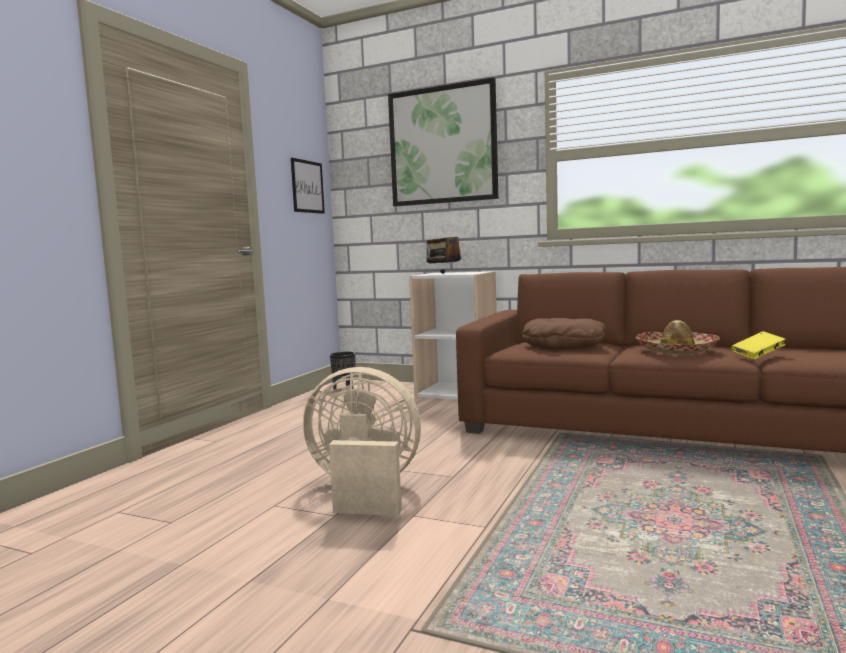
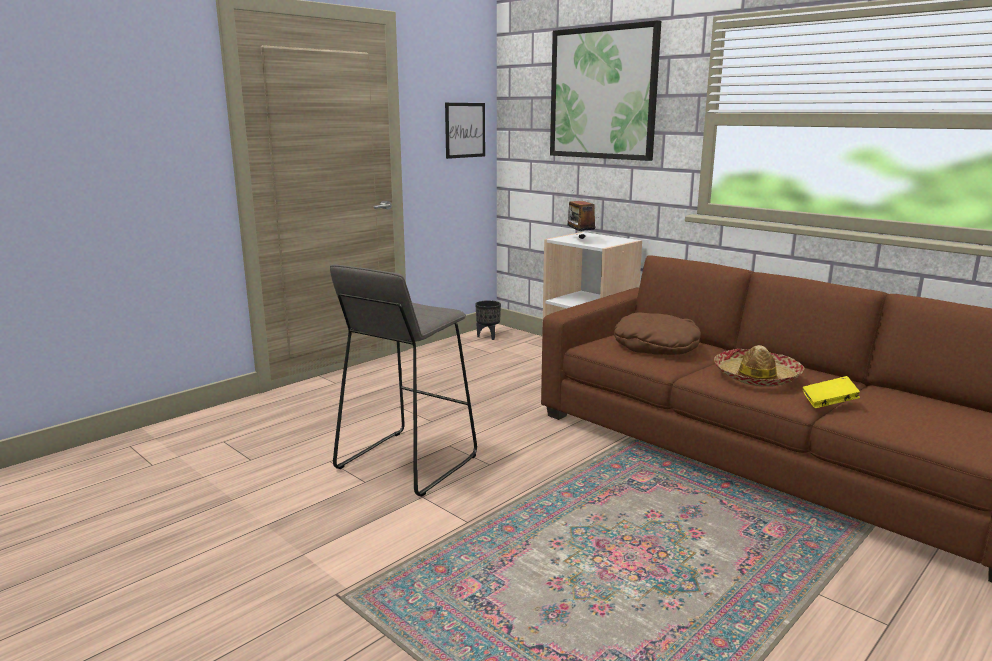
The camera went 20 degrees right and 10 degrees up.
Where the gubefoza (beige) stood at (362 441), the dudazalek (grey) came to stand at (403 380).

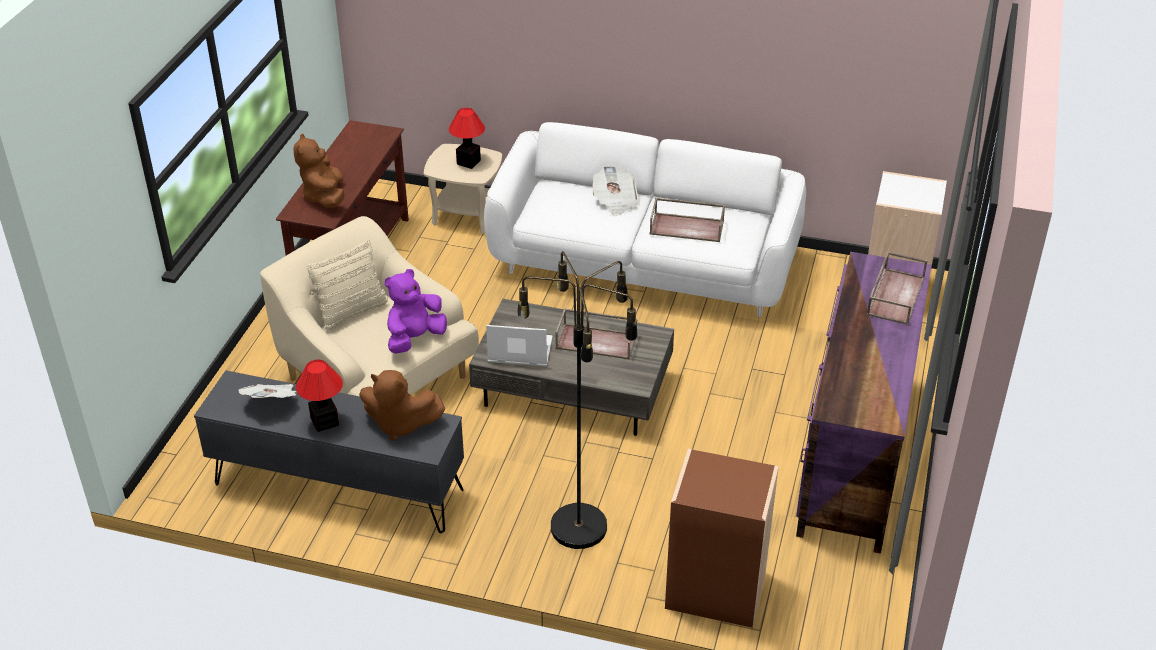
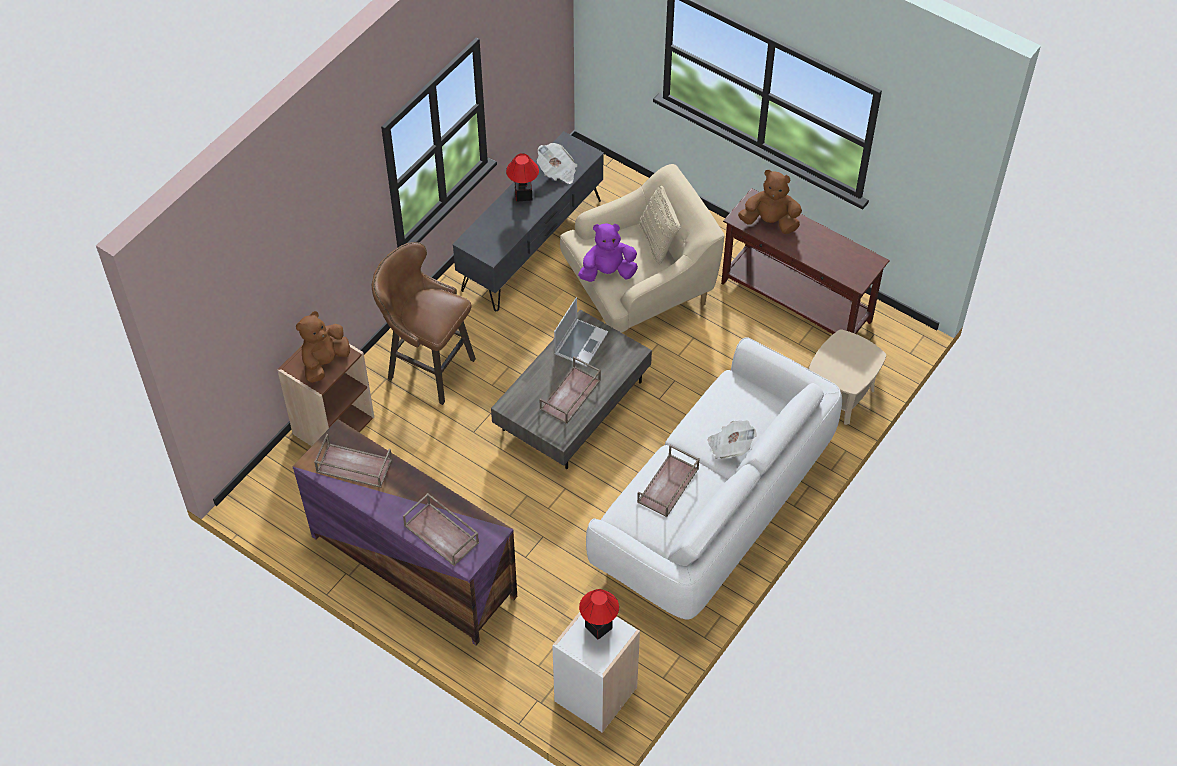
The camera went 110 degrees right and 15 degrees up.
The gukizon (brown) ended up elsewhere, having gone from (402 405) to (323 347).
The gukizon (purple) at (416 311) ended up facing another way, 75 degrees counterclockwise from before.
The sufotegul ended up elsewhere, having gone from (467 138) to (599 614).
Where the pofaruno stood at (577 400), the dudazalek (brown) came to stand at (424 323).
The second view gained the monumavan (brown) at (353 461).

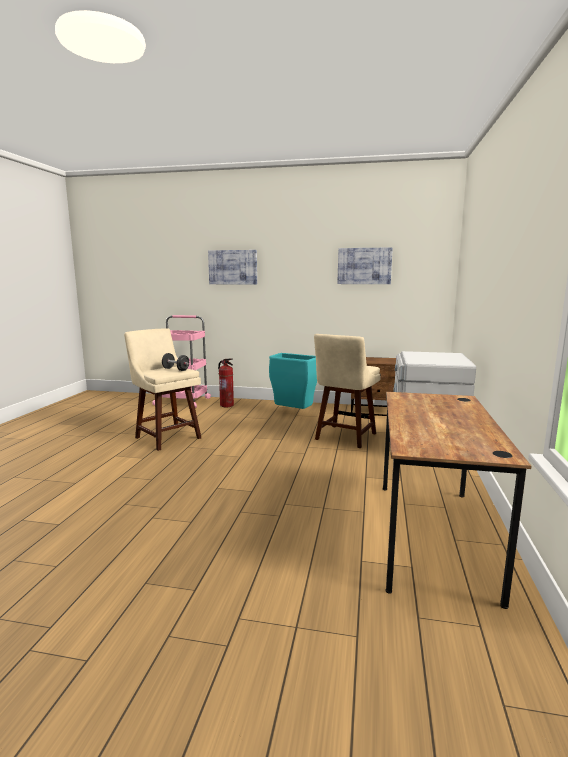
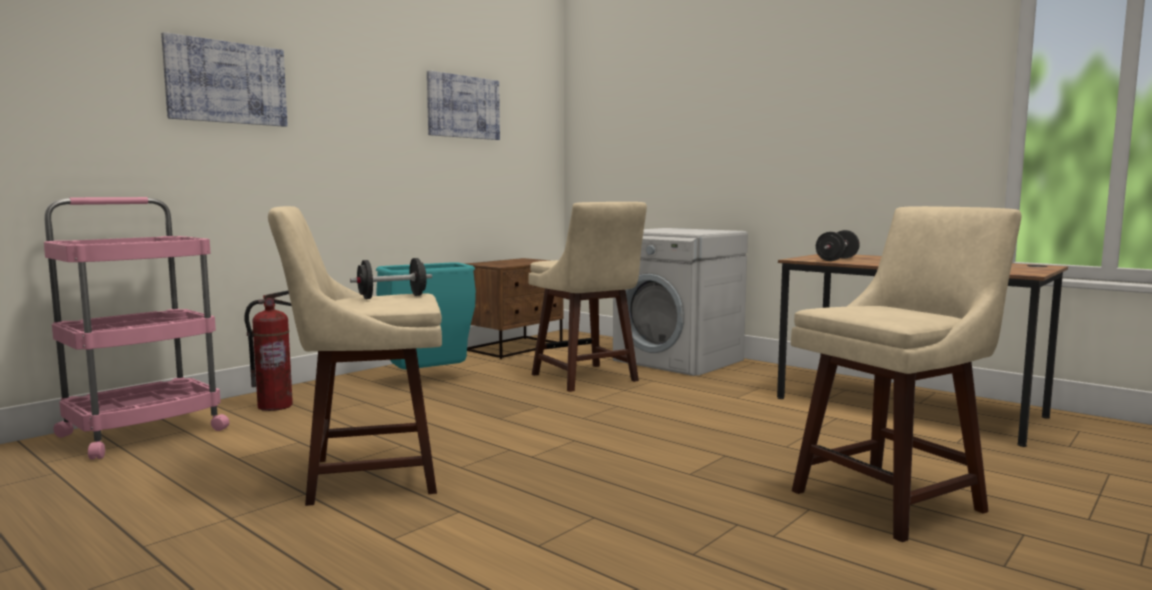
The camera went 60 degrees left and 5 degrees down.
The second view gained the dudazalek (beige) at (906 374).
The second view gained the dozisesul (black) at (838 245).

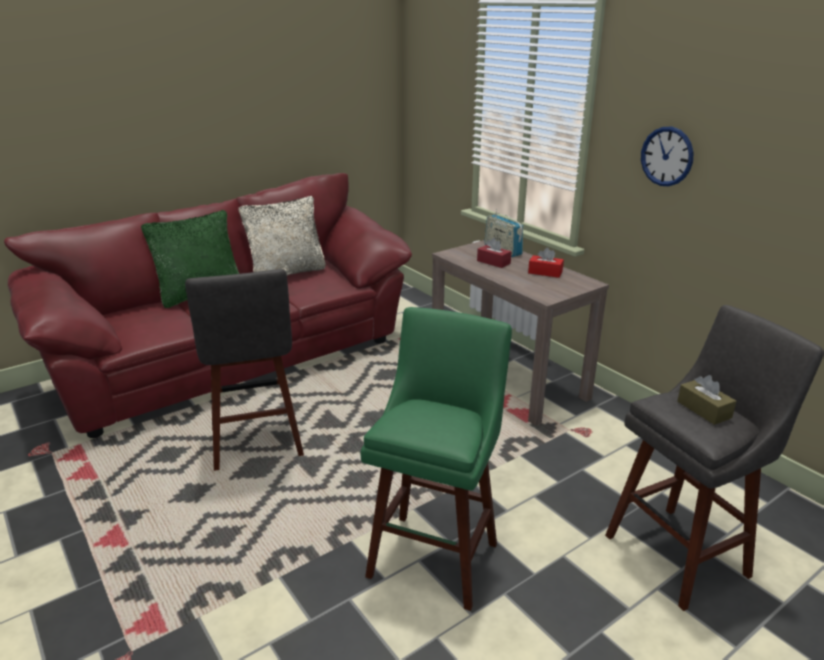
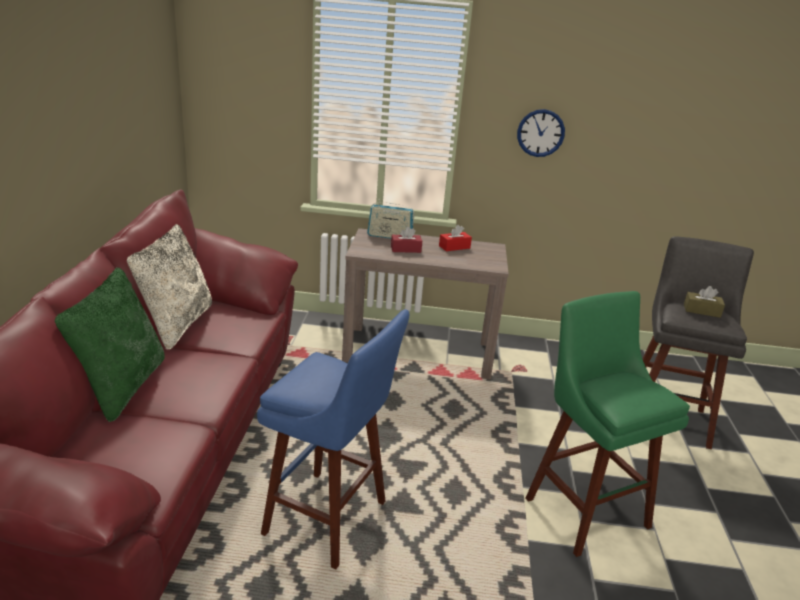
The camera went 50 degrees left and 0 degrees up.
What was the dudazalek (grey) at (244 370) turned into the dudazalek (blue) at (333 439).

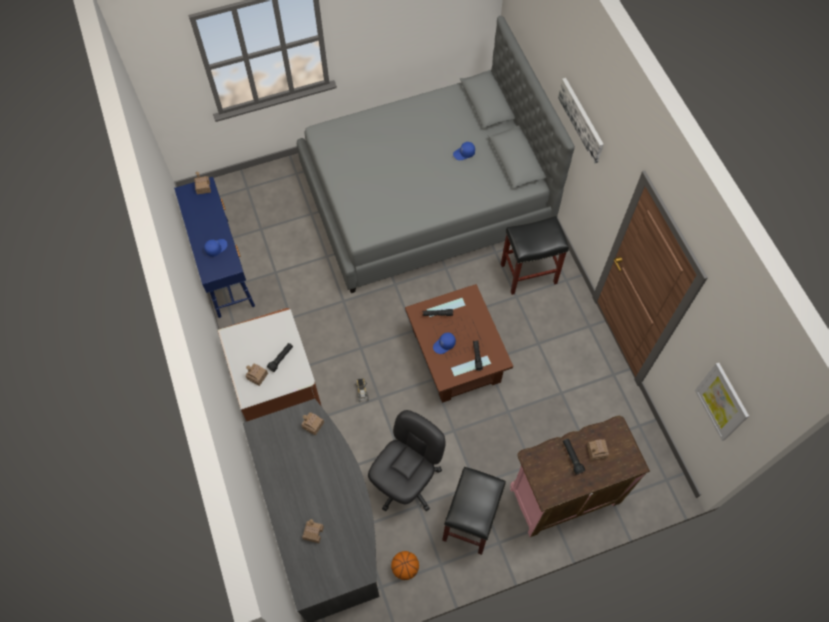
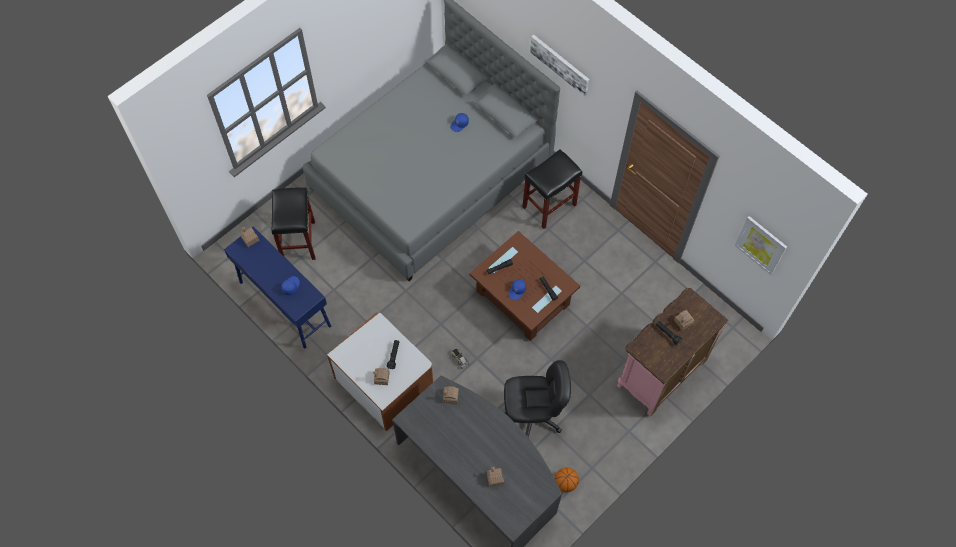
The camera went 25 degrees left and 0 degrees up.
The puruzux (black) at (407 460) ended up facing another way, 75 degrees clockwise from before.
The dudazalek (black) ended up elsewhere, having gone from (474 511) to (294 224).

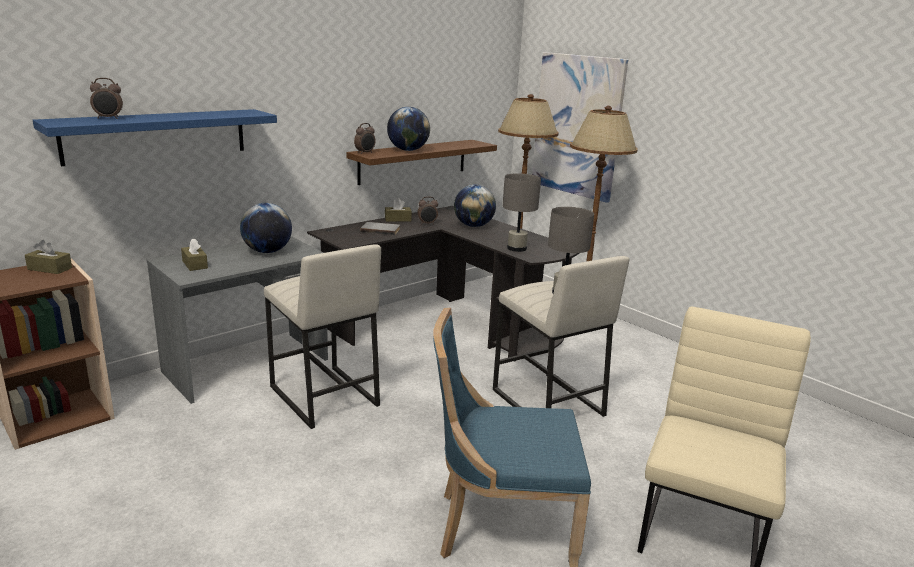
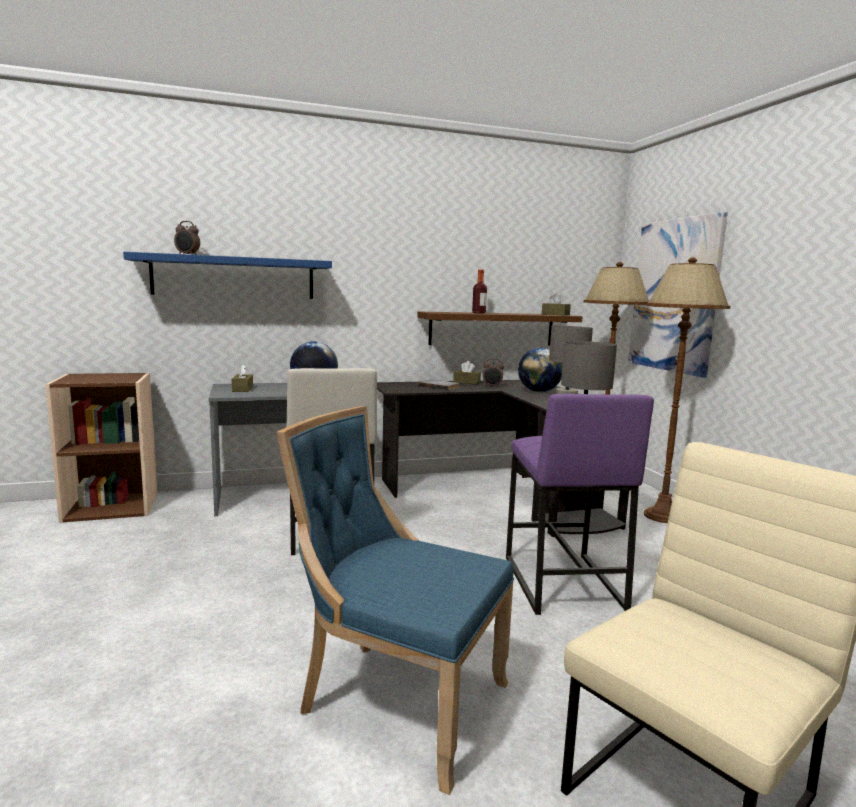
The camera went 25 degrees right and 10 degrees down.
The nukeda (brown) ended up elsewhere, having gone from (48 257) to (556 304).
The second view lost the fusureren at (364 138).
Where the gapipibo stood at (408 129), the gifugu came to stand at (479 292).
What was the dudazalek (beige) at (561 336) turned into the dudazalek (purple) at (580 504).

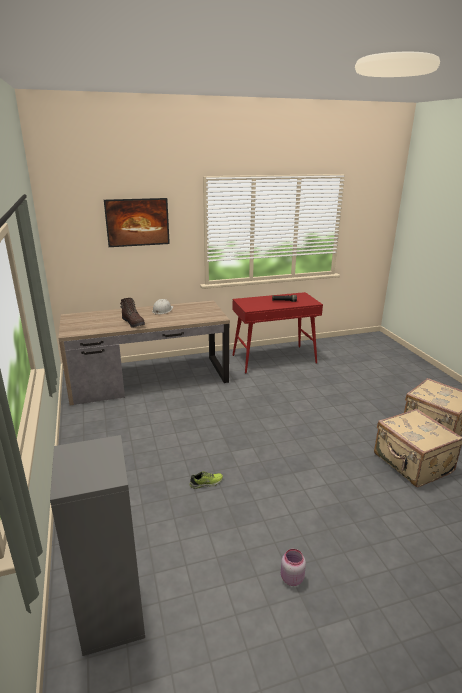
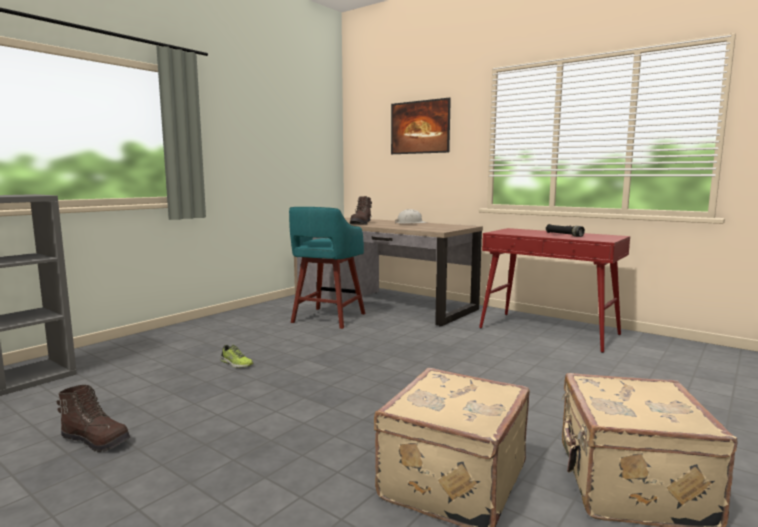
The camera went 55 degrees right and 15 degrees down.
Where the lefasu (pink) stood at (293 567), the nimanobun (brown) came to stand at (93 418).
The second view gained the dudazalek (turquoise) at (327 268).

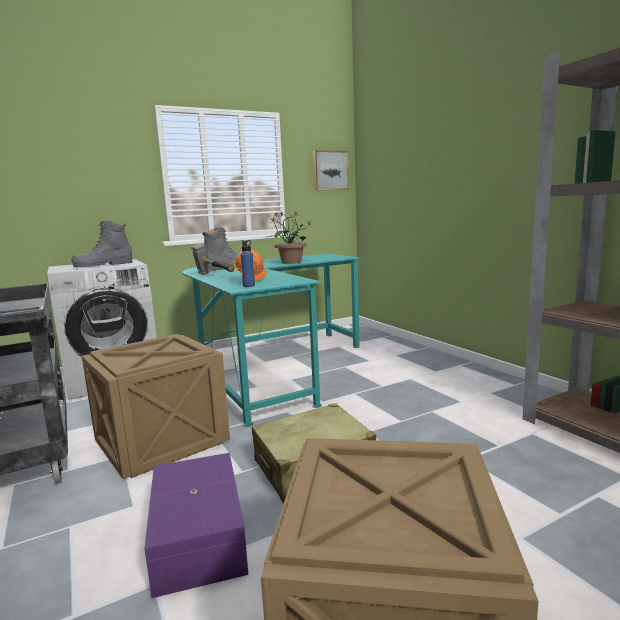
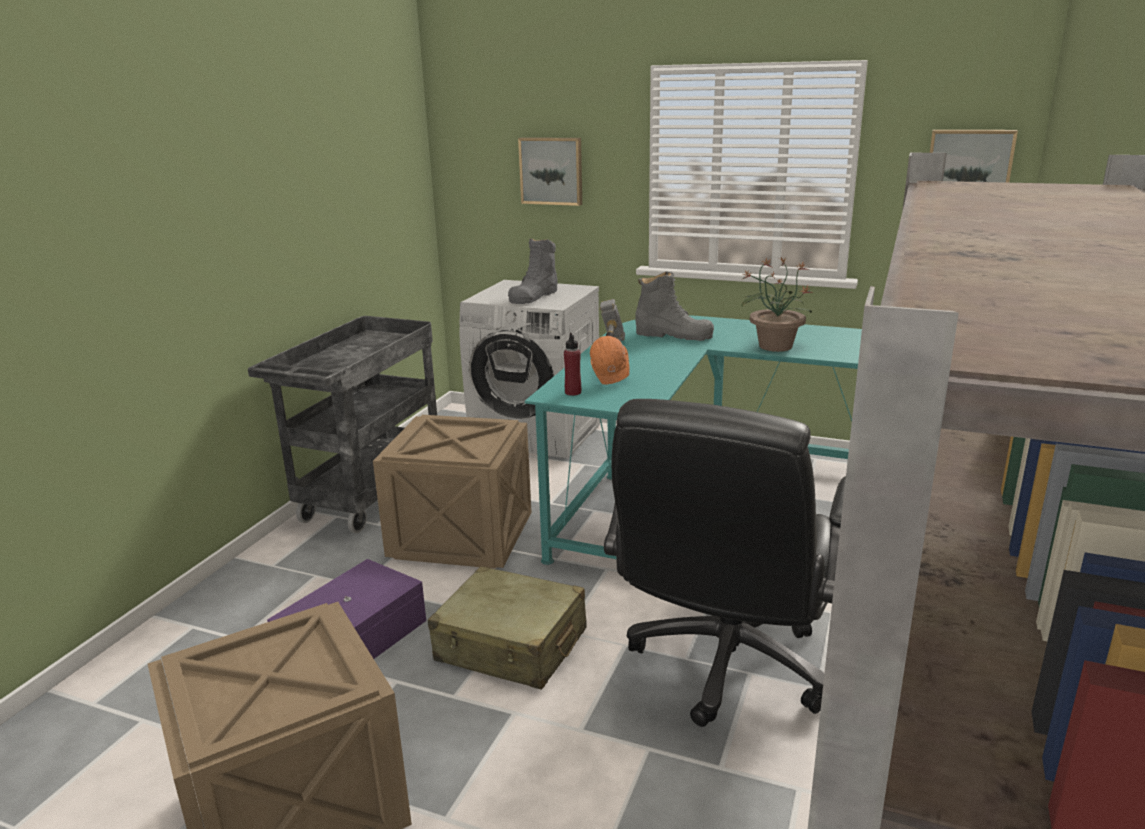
The camera went 50 degrees right and 10 degrees up.
The nimanobun (grey) at (102 243) ended up facing another way, 75 degrees counterclockwise from before.
What was the gifugu (blue) at (248 263) turned into the gifugu (red) at (572 364).
The second view gained the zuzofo at (550 171).
The second view gained the puruzux (black) at (725 563).

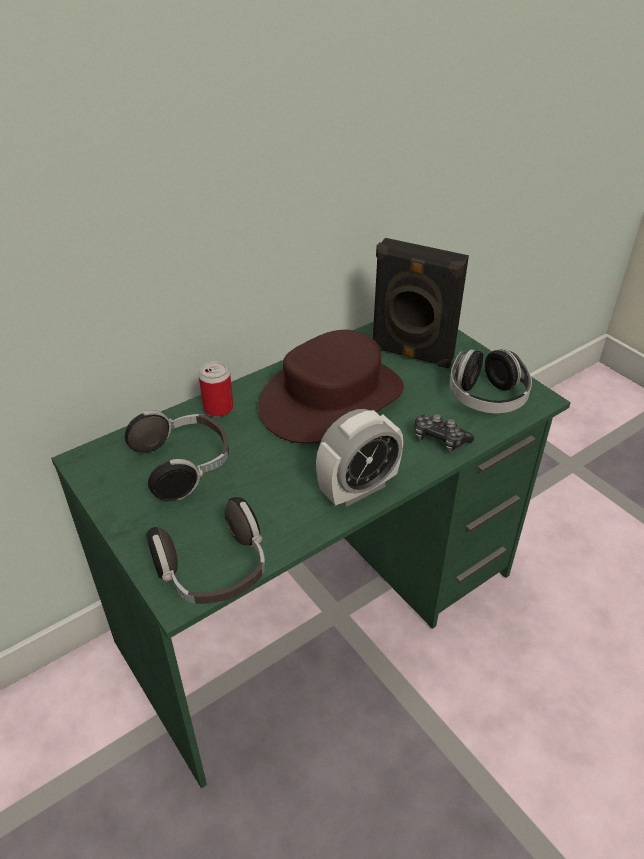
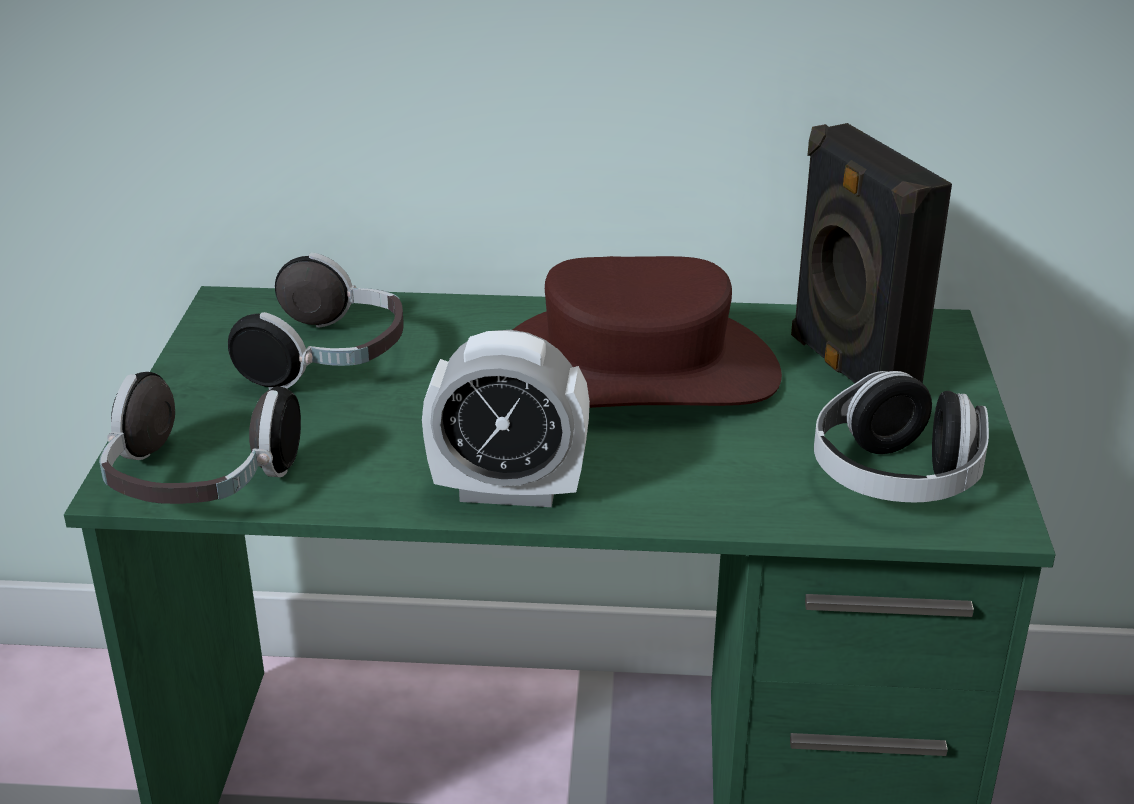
The camera went 40 degrees right and 10 degrees down.
The second view lost the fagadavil at (216 389).
The second view lost the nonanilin at (444 432).

